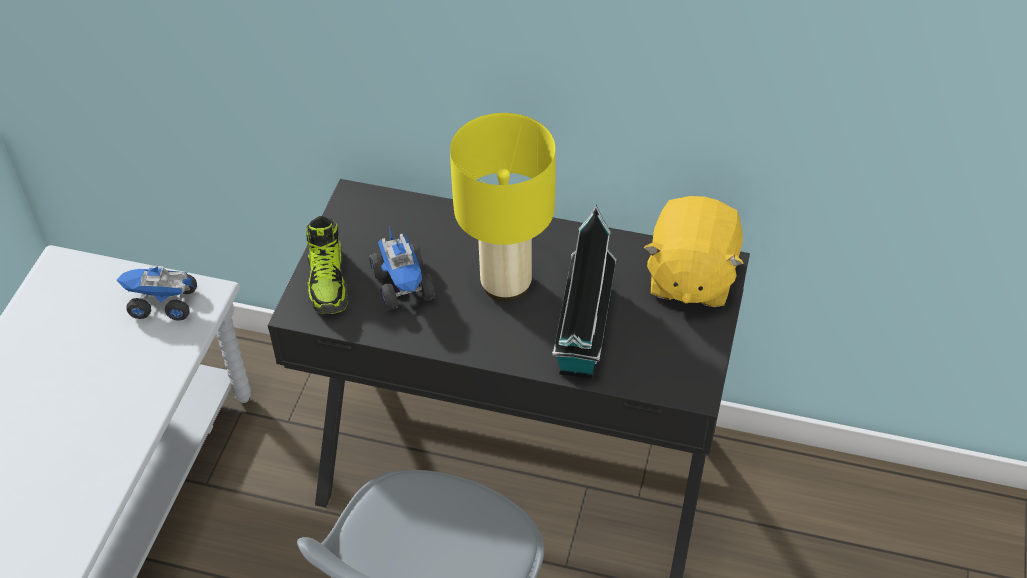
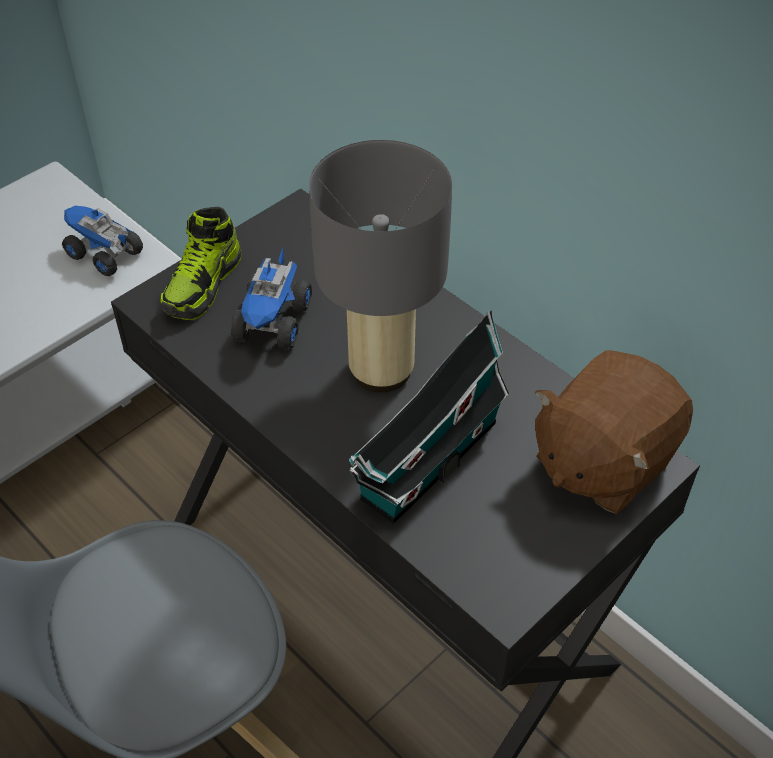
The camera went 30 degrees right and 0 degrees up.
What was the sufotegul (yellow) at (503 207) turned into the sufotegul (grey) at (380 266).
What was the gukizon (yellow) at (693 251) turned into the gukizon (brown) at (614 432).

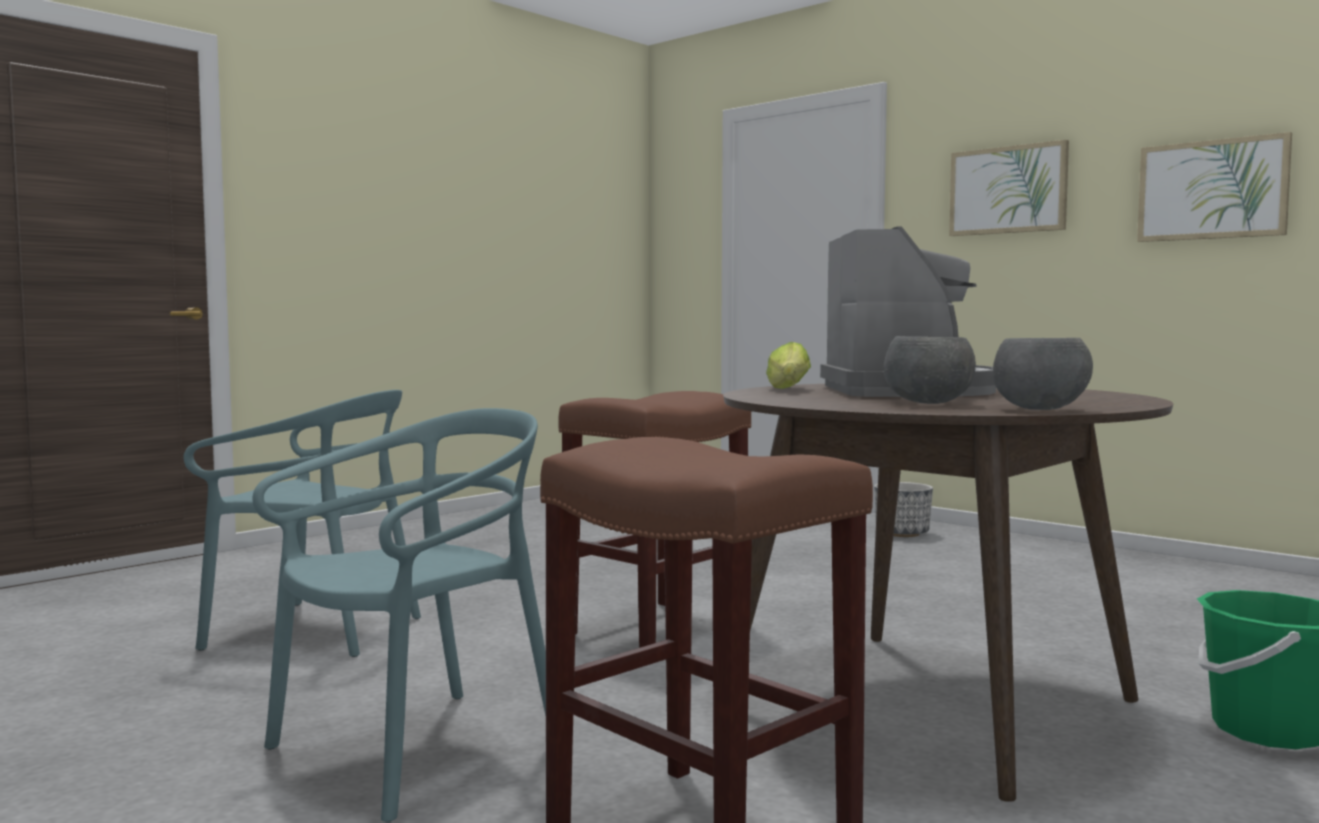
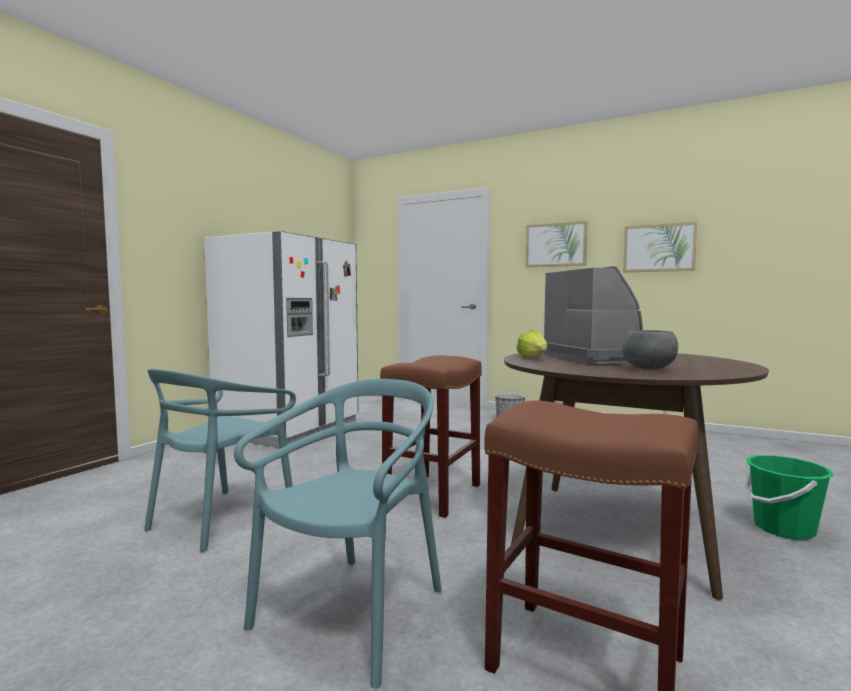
The camera went 15 degrees left and 0 degrees up.
The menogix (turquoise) at (302 523) ended up facing another way, 120 degrees clockwise from before.
The second view lost the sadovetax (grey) at (1043 374).
The second view gained the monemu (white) at (281 339).

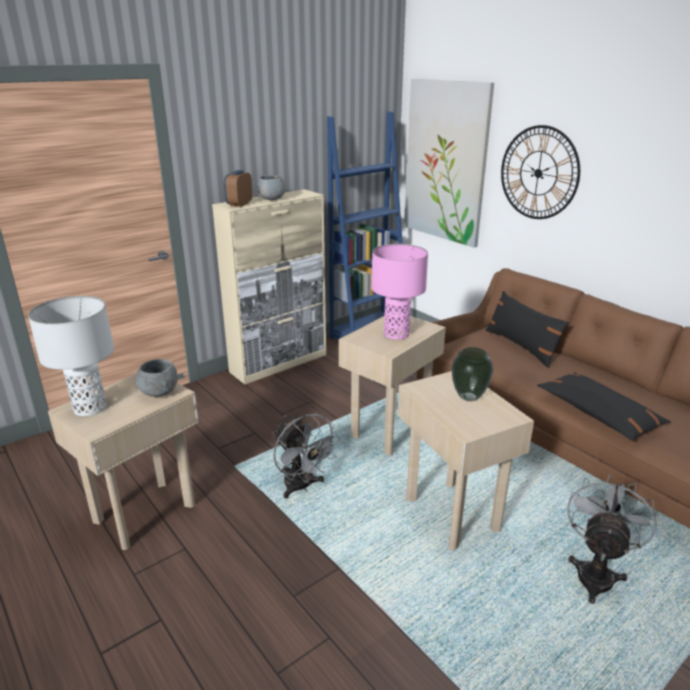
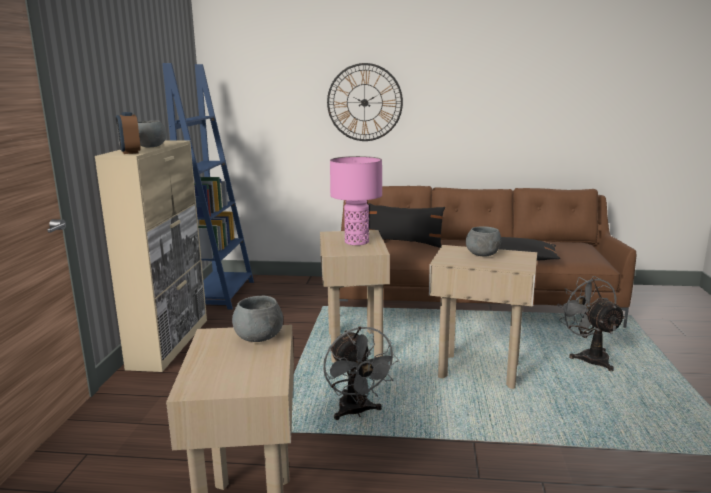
The camera went 45 degrees left and 10 degrees down.
The second view lost the sufotegul (white) at (71 356).
The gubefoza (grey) at (306 456) ended up facing another way, 60 degrees clockwise from before.
The second view lost the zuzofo at (449 163).
Where the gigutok stood at (472 374), the sadovetax (grey) came to stand at (483 241).

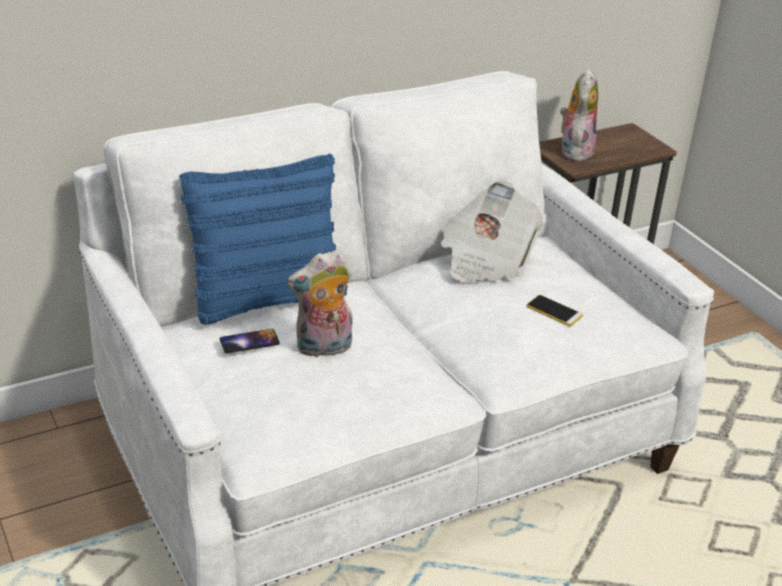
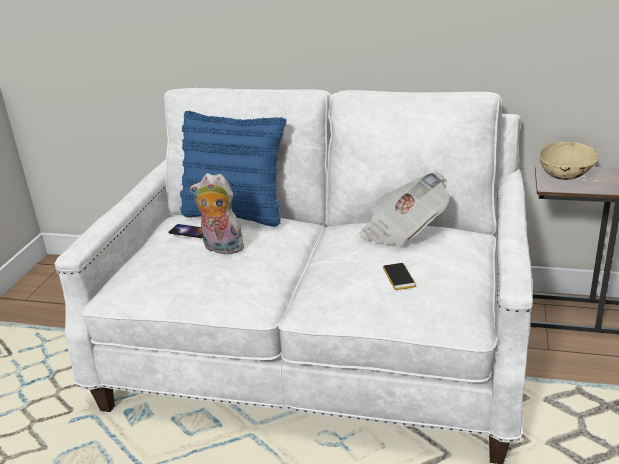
The camera went 45 degrees right and 5 degrees down.
Where the gukizon stood at (579 114), the sadovetax (beige) came to stand at (568 161).

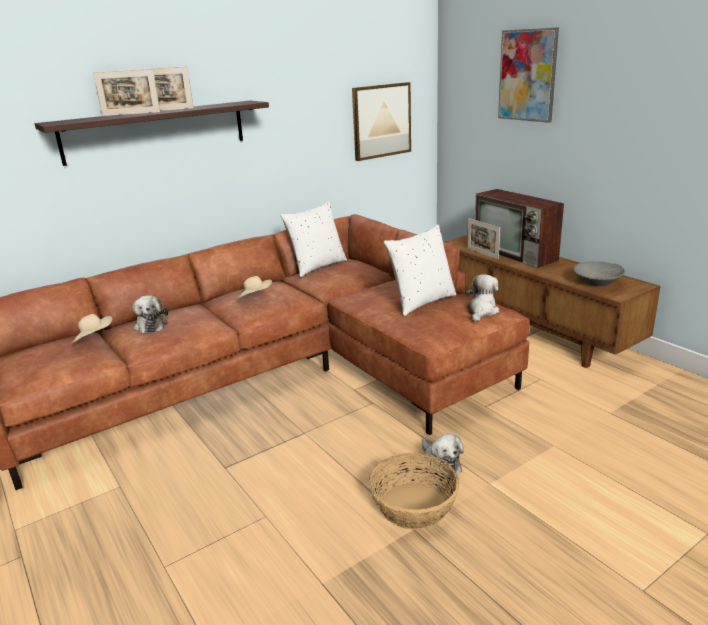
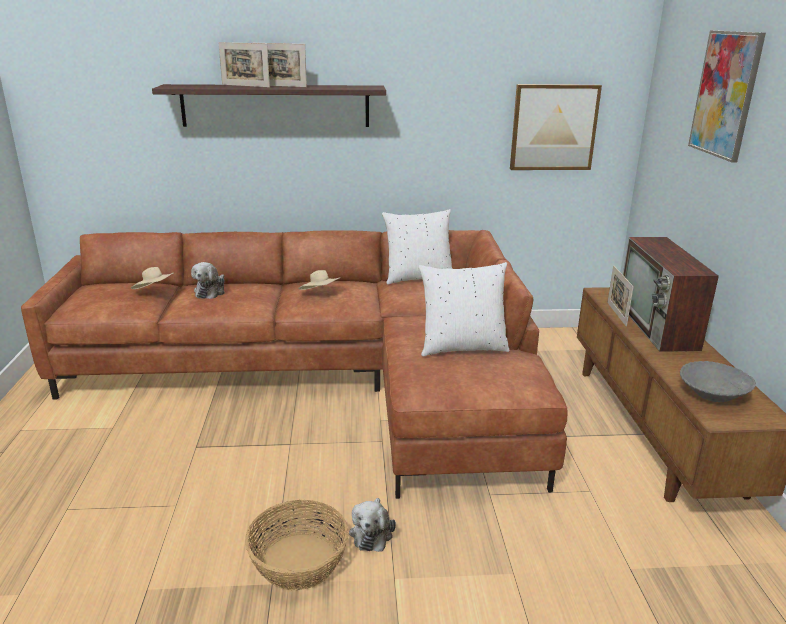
The camera went 30 degrees right and 0 degrees up.
The second view lost the gukizon at (482 298).

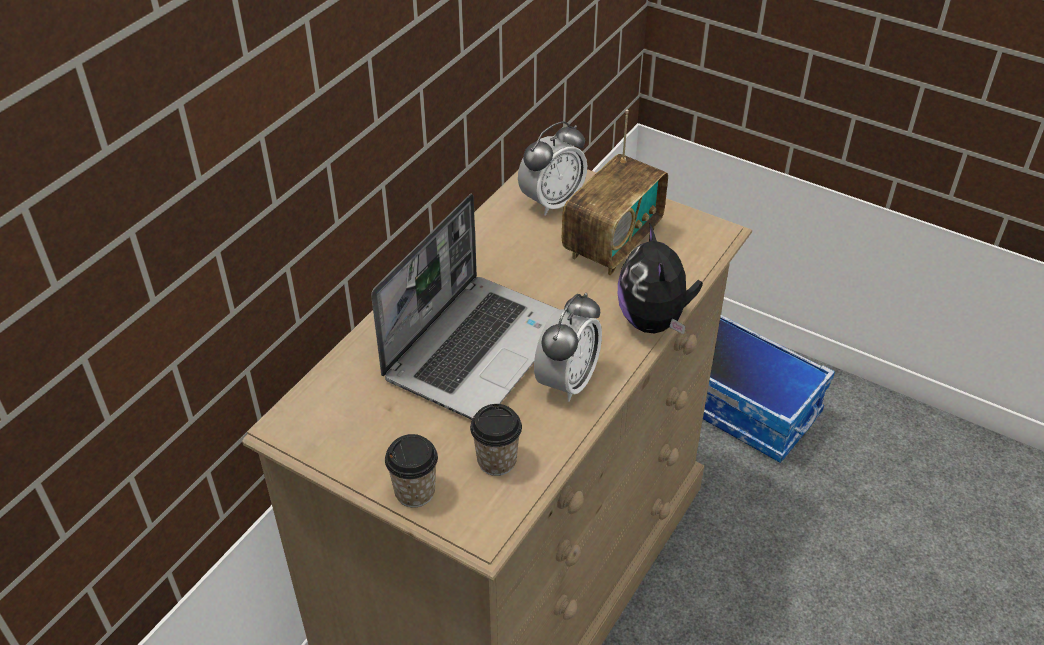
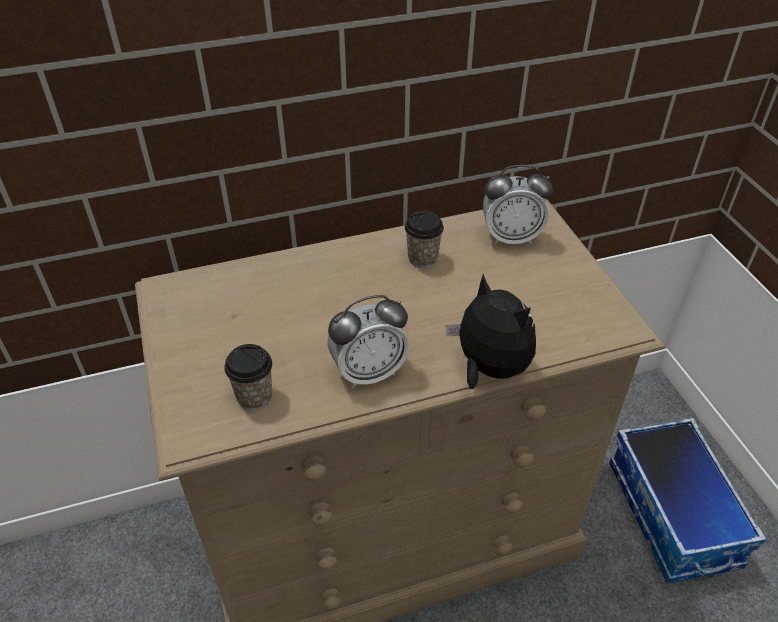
The camera went 40 degrees right and 0 degrees up.
The second view lost the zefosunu at (465 307).
The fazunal ended up elsewhere, having gone from (411 470) to (424 239).
The second view lost the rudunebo at (615 192).
The gukizon at (660 278) ended up facing another way, 105 degrees clockwise from before.

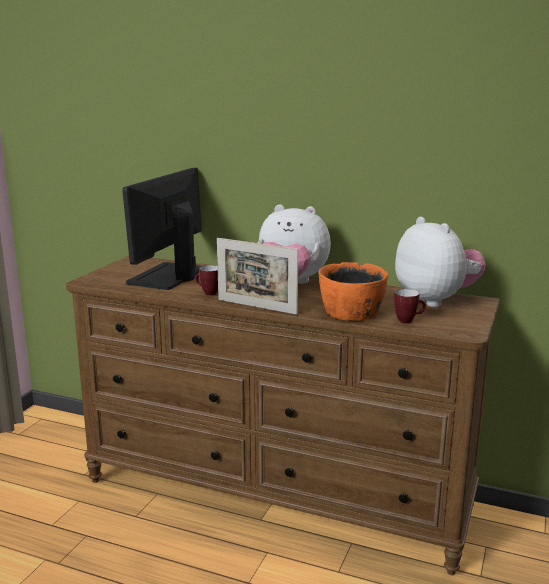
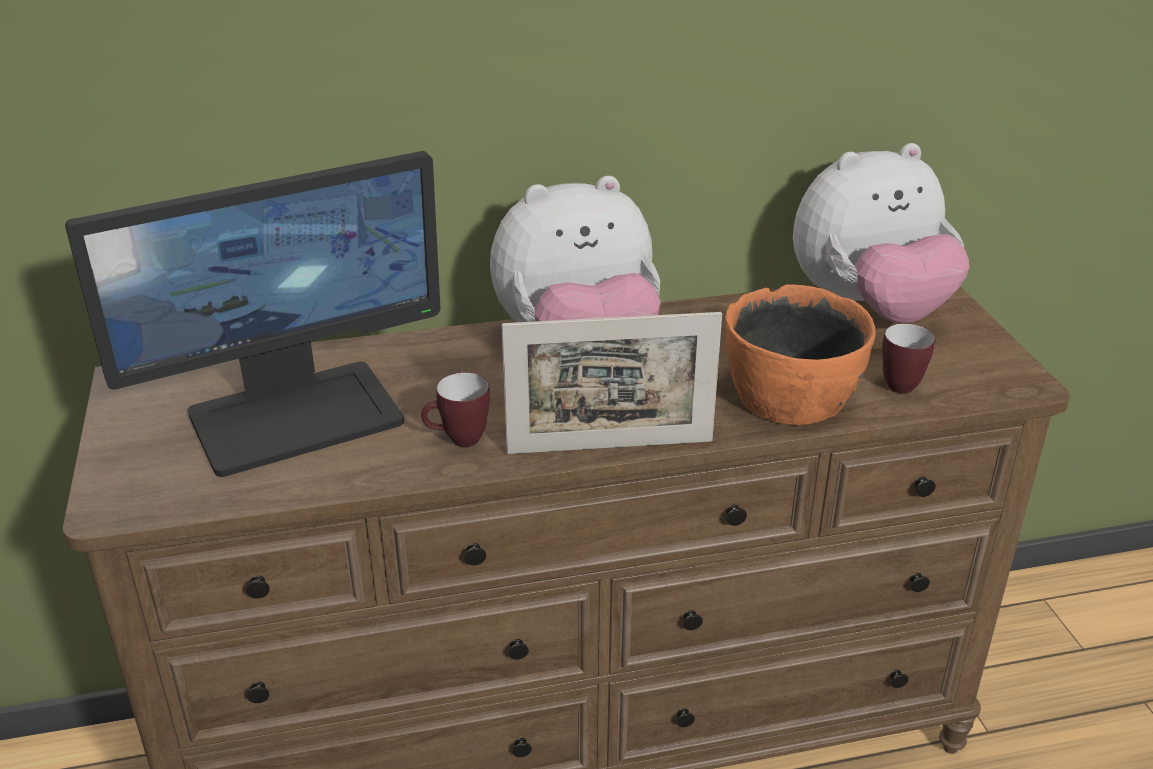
The camera went 35 degrees left and 15 degrees up.
The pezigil at (162 229) ended up facing another way, 105 degrees counterclockwise from before.
The gukizon at (440 262) ended up facing another way, 135 degrees clockwise from before.

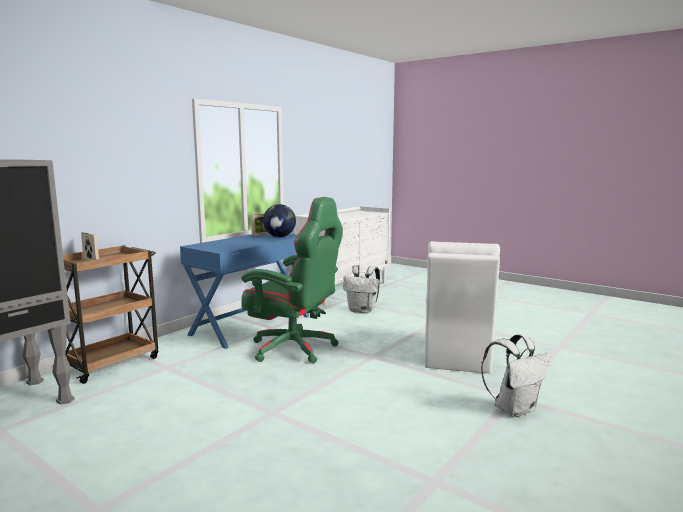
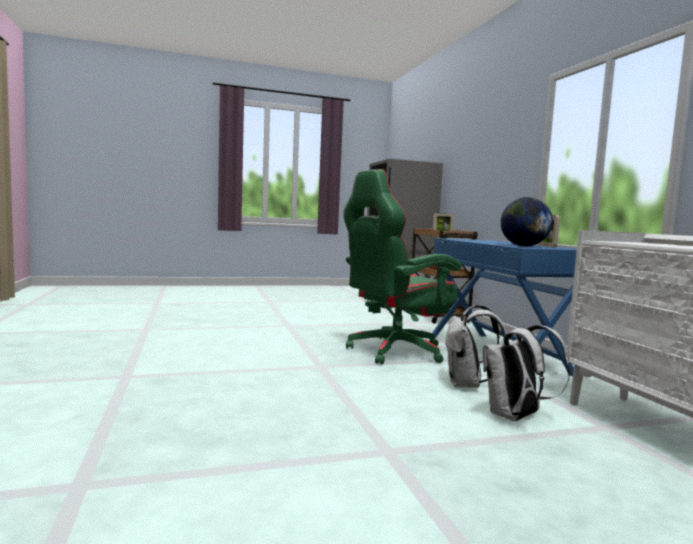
The camera went 125 degrees right and 5 degrees down.
The second view lost the menogix (white) at (462 307).
The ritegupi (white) ended up elsewhere, having gone from (516 375) to (475 346).

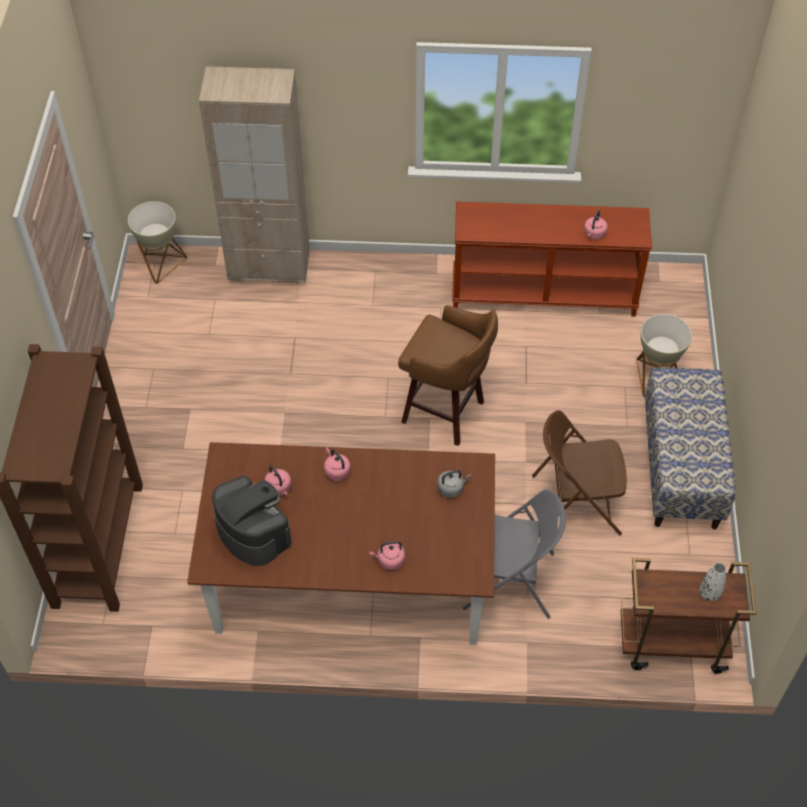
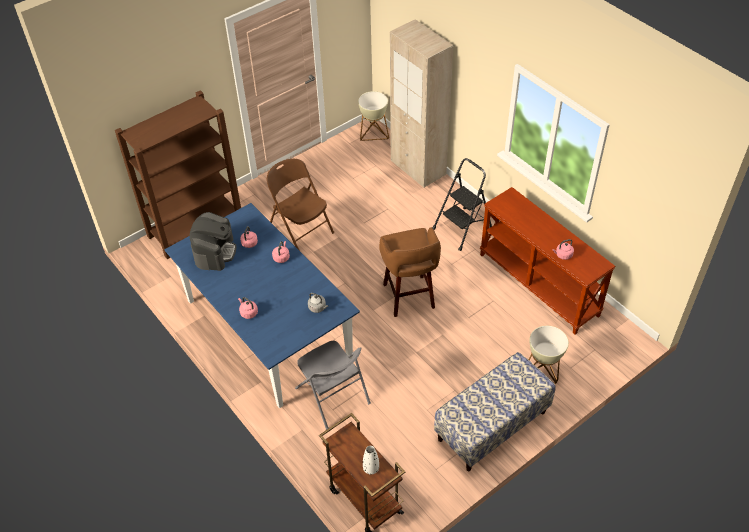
The camera went 50 degrees right and 5 degrees down.
What was the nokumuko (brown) at (341 543) turned into the nokumuko (blue) at (262 305).
The menogix (brown) ended up elsewhere, having gone from (579 473) to (301 205).
The second view gained the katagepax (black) at (462 204).

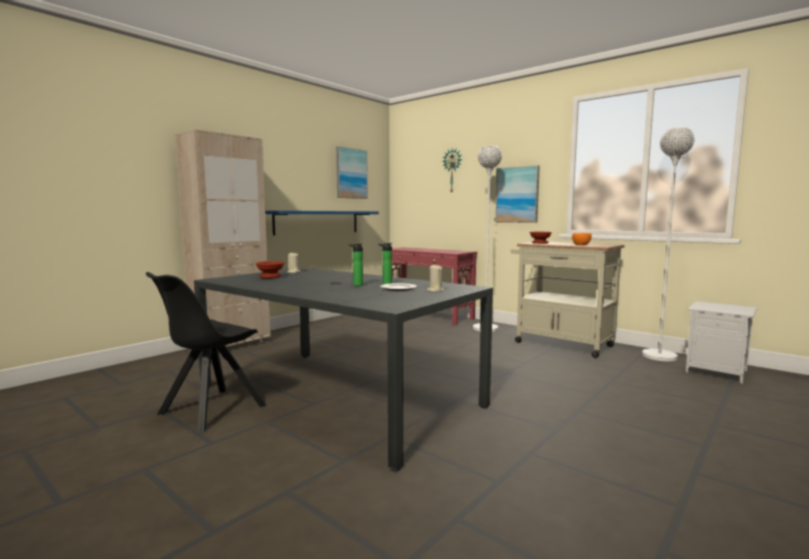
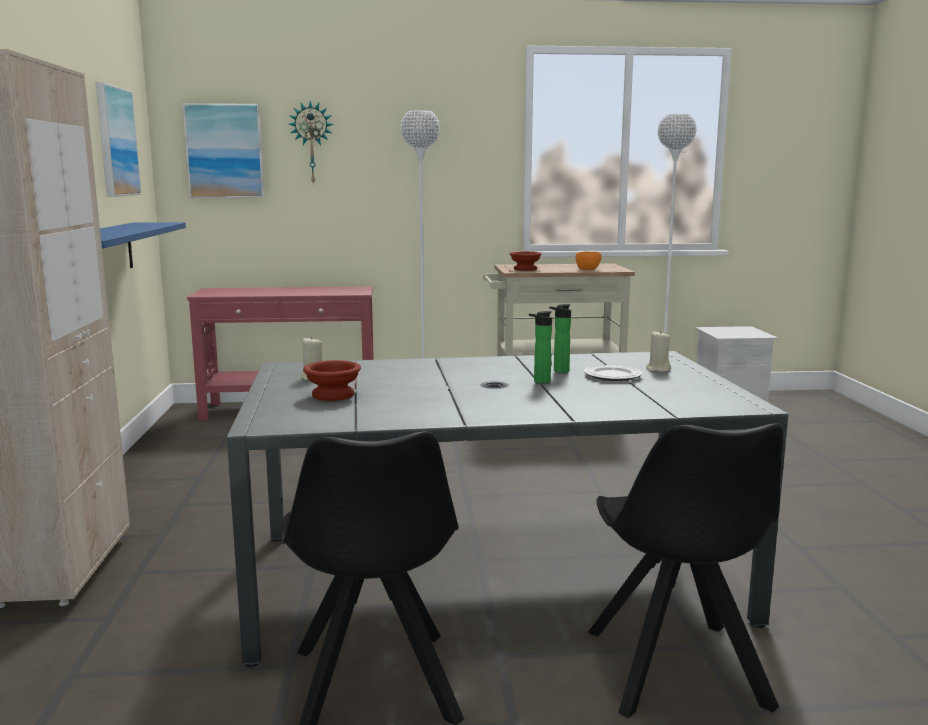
The camera went 45 degrees left and 5 degrees up.
The zuzofo ended up elsewhere, having gone from (518 194) to (223 150).
The second view gained the menogix (black) at (686 570).

